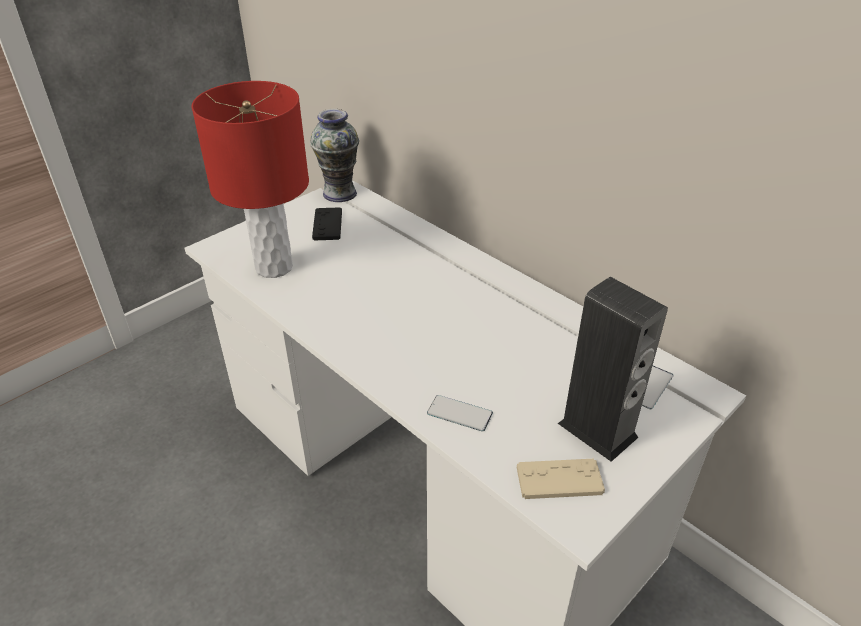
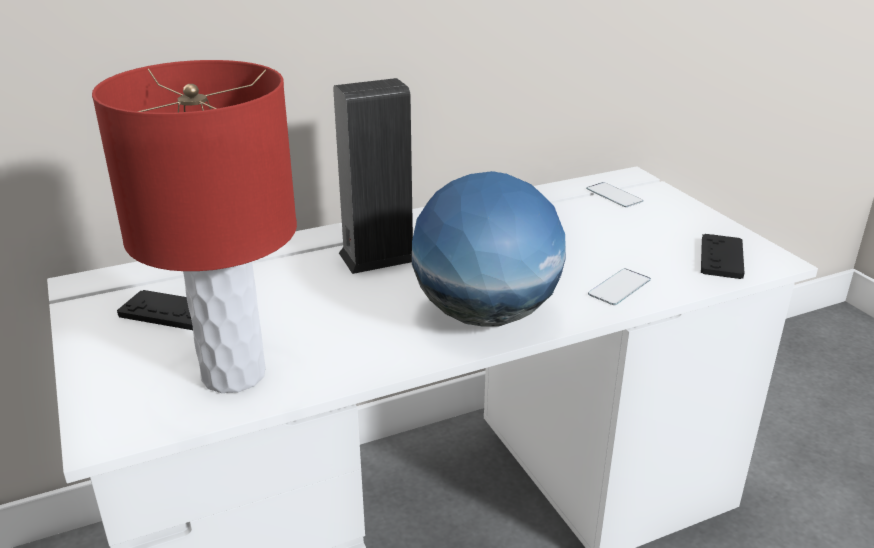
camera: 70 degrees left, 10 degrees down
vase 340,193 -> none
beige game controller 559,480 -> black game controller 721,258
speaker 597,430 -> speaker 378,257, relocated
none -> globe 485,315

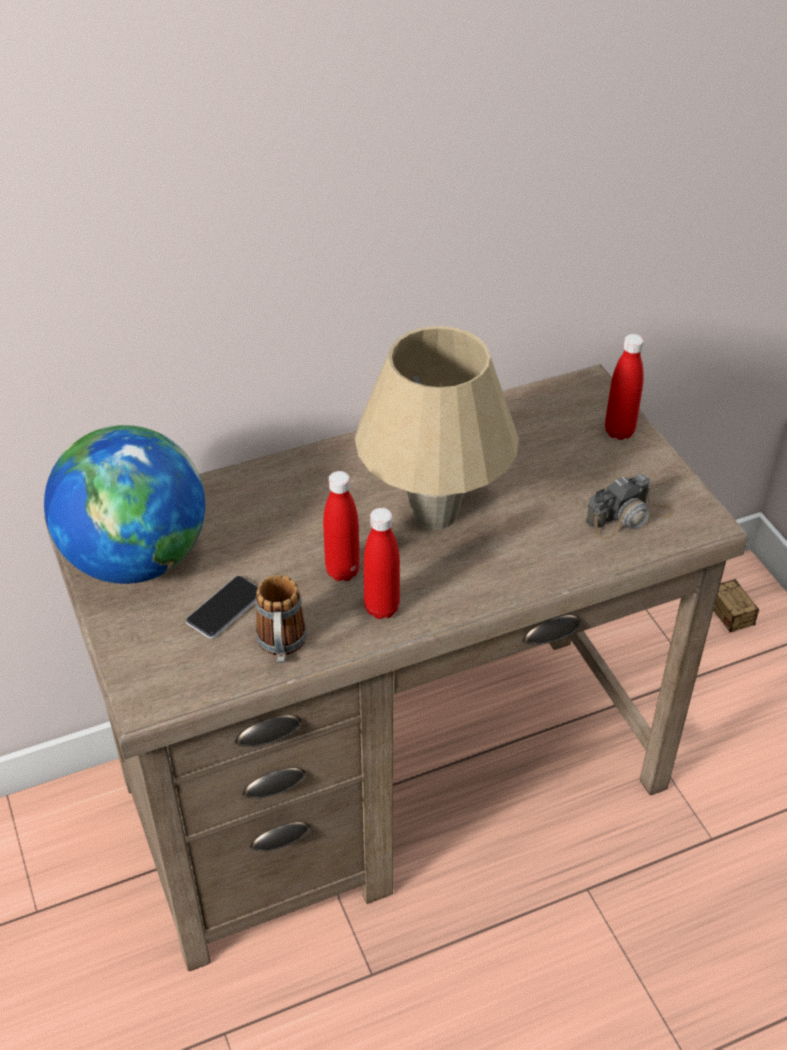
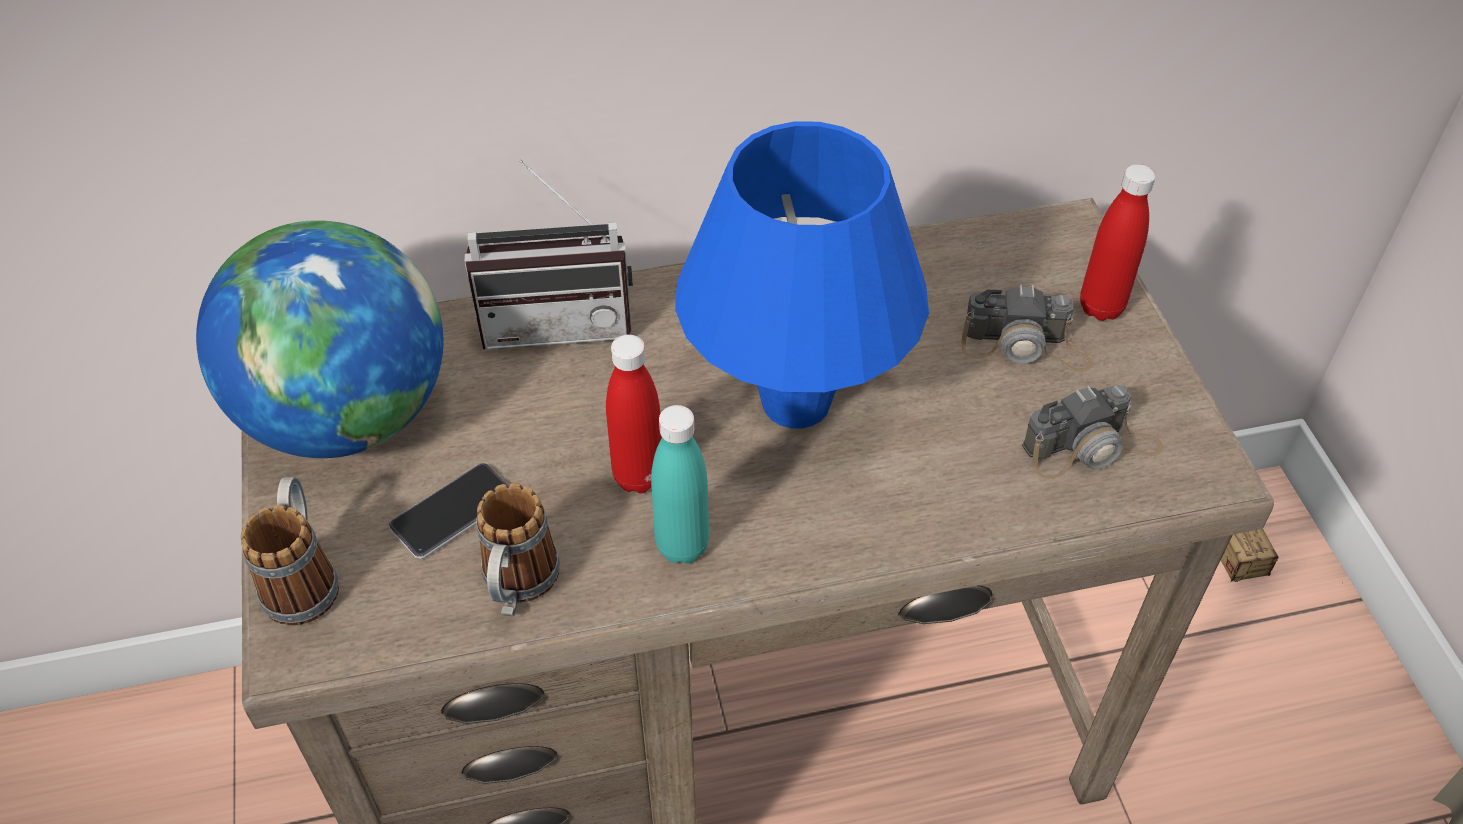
camera: 10 degrees right, 5 degrees up
beige table lamp 435,513 -> blue table lamp 796,402
red bottle 382,608 -> turquoise bottle 682,546
none -> mug 304,578
none -> radio 558,321
none -> photo camera 1025,346

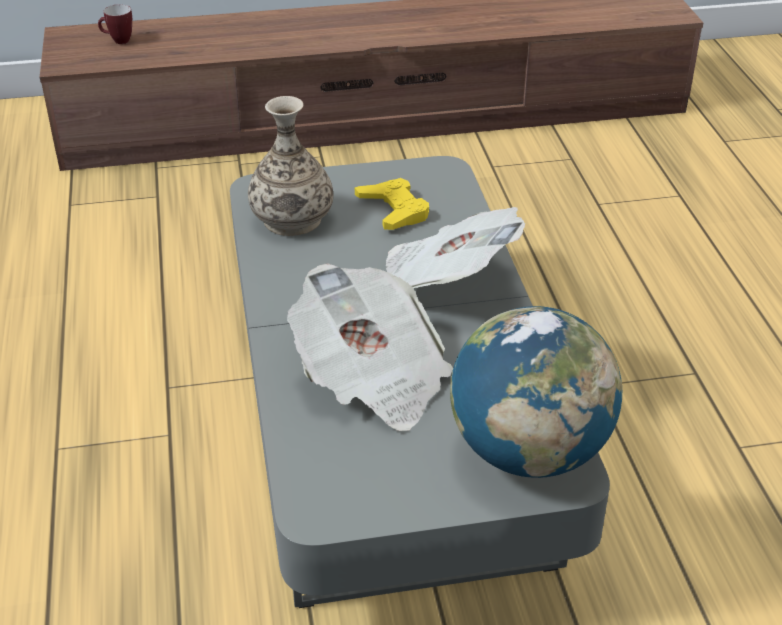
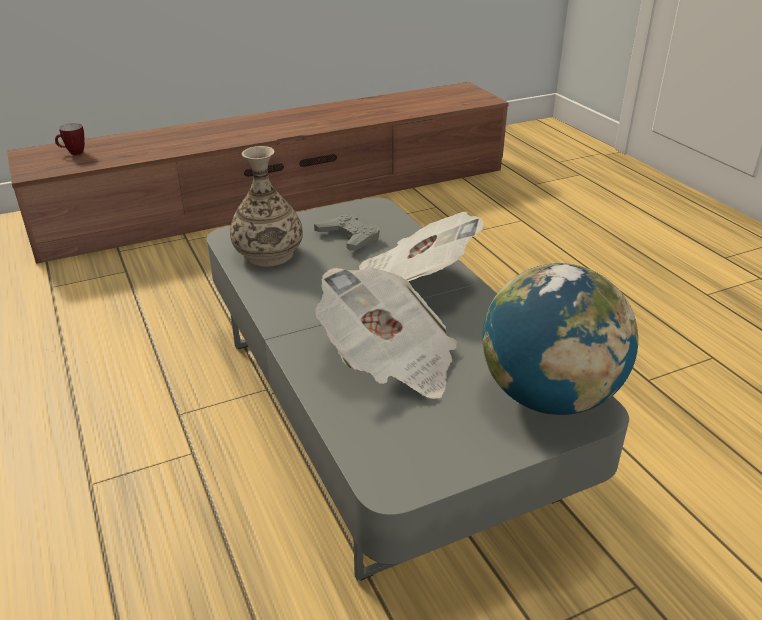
camera: 15 degrees left, 5 degrees down
yellow game controller 394,210 -> grey game controller 349,237

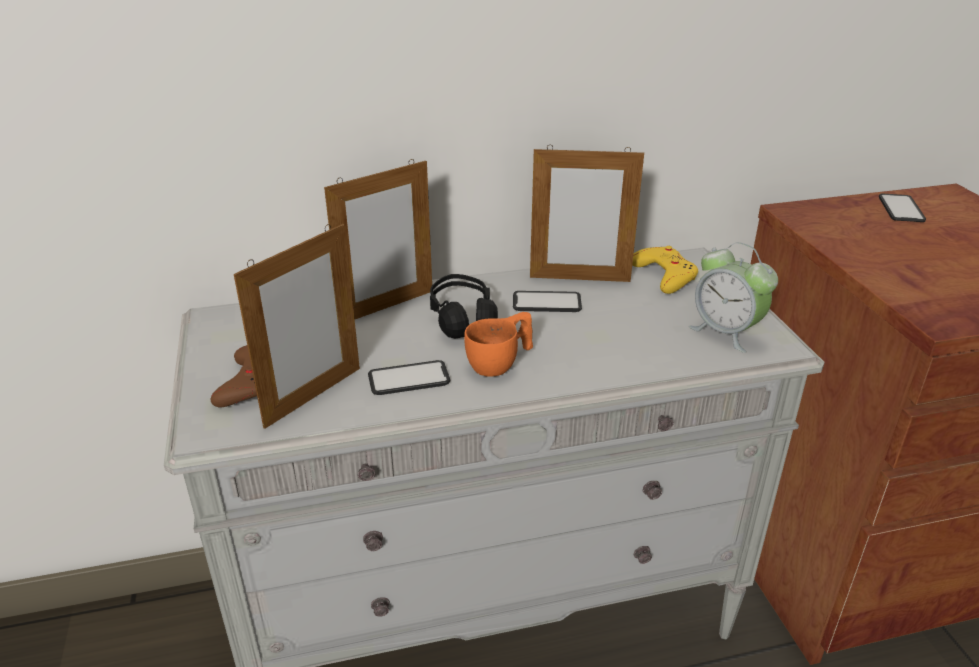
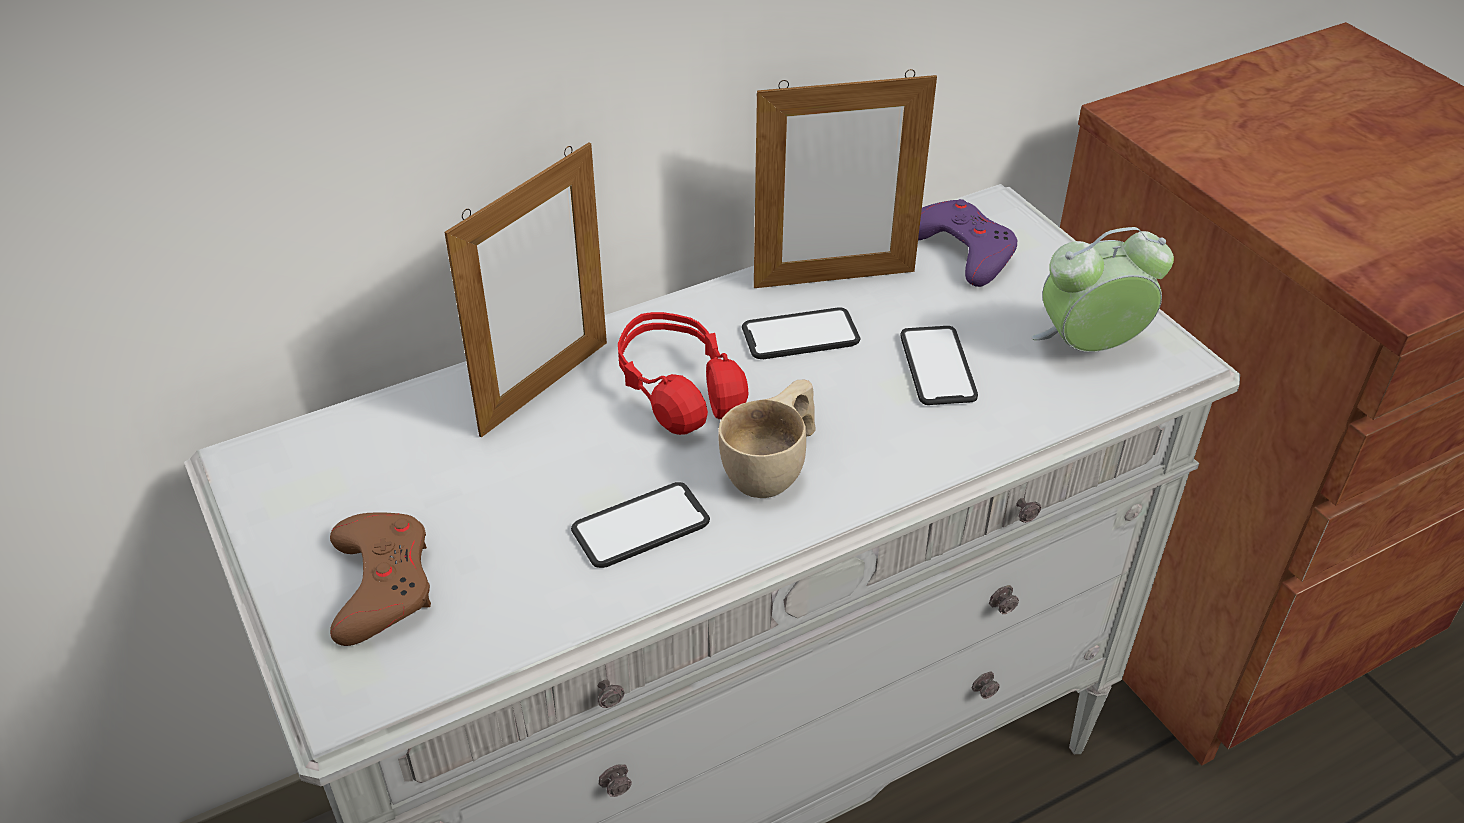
camera: 15 degrees left, 10 degrees up
picture frame 313,396 -> none
black headphones 462,318 -> red headphones 678,389
orange cup 501,363 -> beige cup 774,467
yellow game controller 664,275 -> purple game controller 961,250
alarm clock 726,332 -> alarm clock 1089,347, 135 degrees clockwise
phone 901,209 -> phone 937,367, relocated

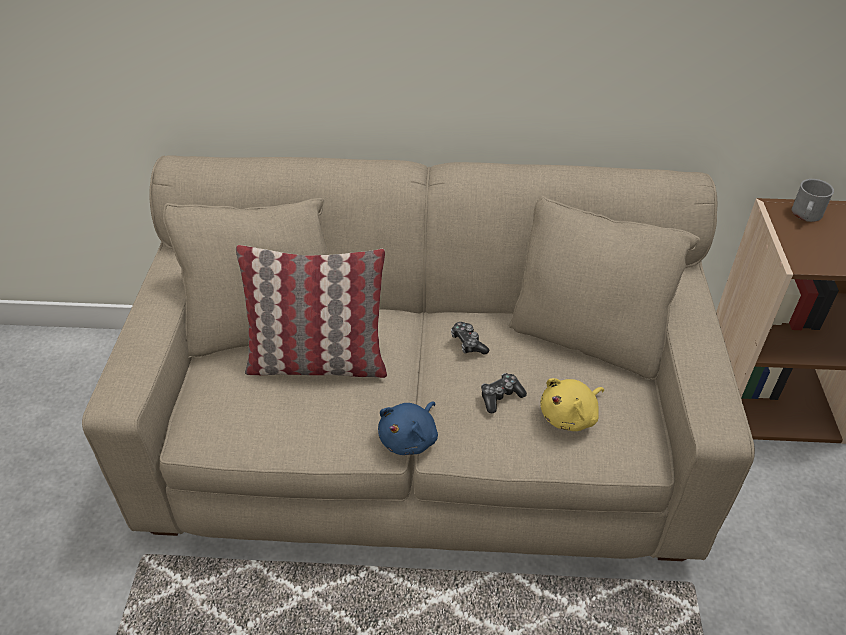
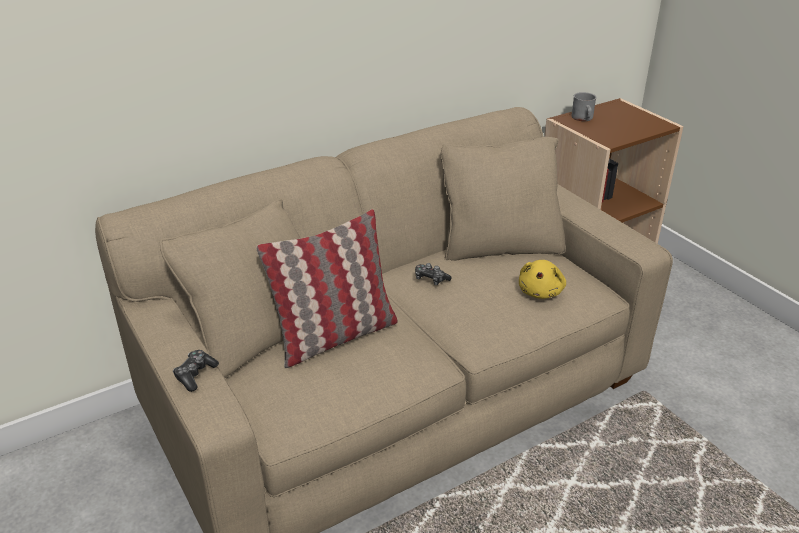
camera: 35 degrees left, 10 degrees down
blue plush toy 410,438 -> none
game controller 500,397 -> game controller 195,375, relocated

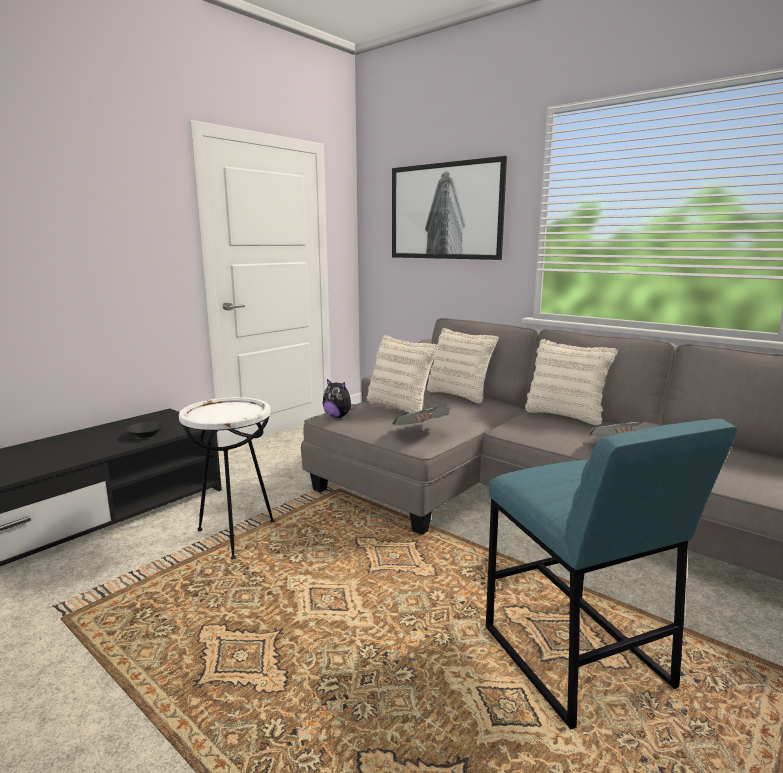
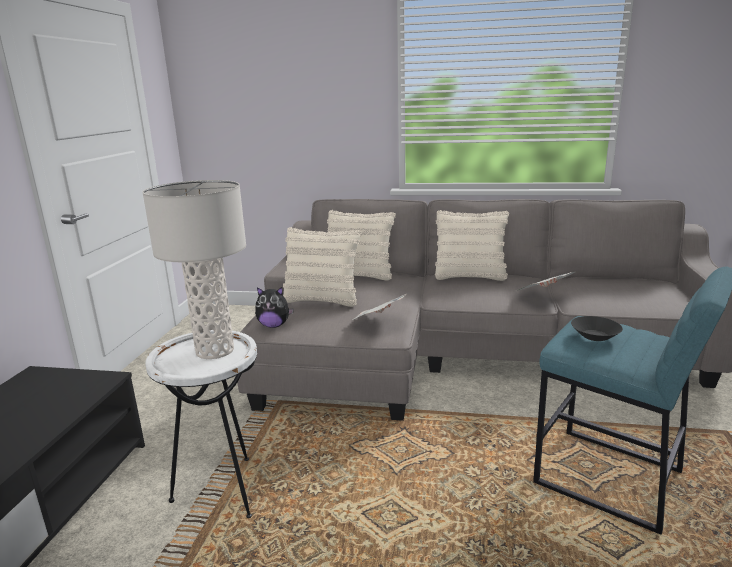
camera: 30 degrees left, 5 degrees up
black bowl 146,435 -> black bowl 594,336, relocated
picture 445,211 -> none
none -> white table lamp 215,350

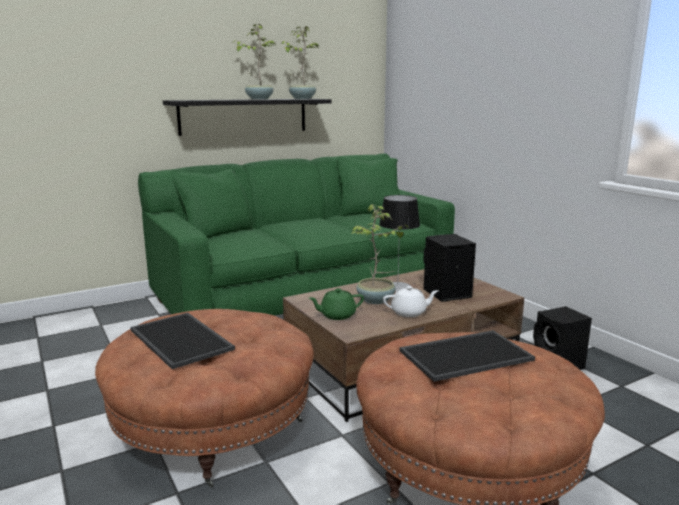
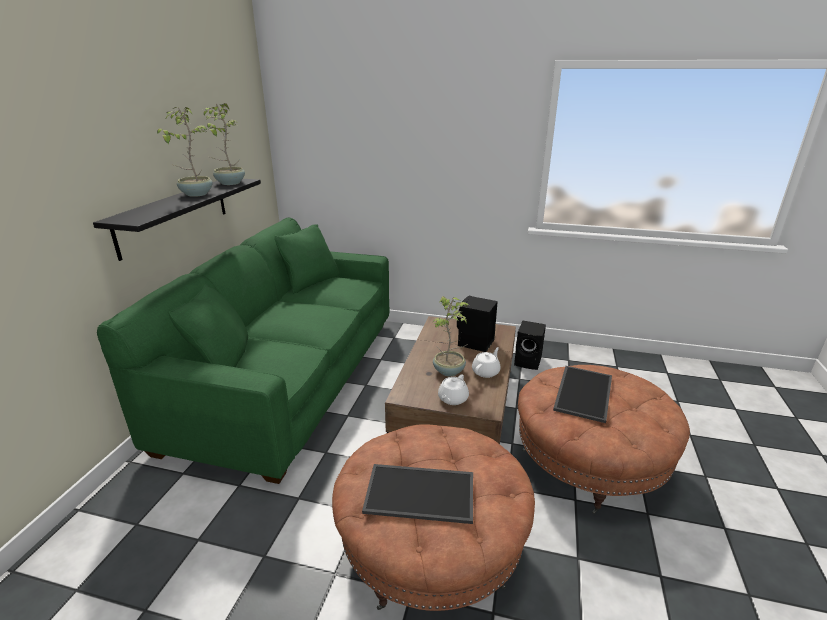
camera: 45 degrees left, 10 degrees up
green teapot 337,315 -> white teapot 452,399
table lamp 397,286 -> none

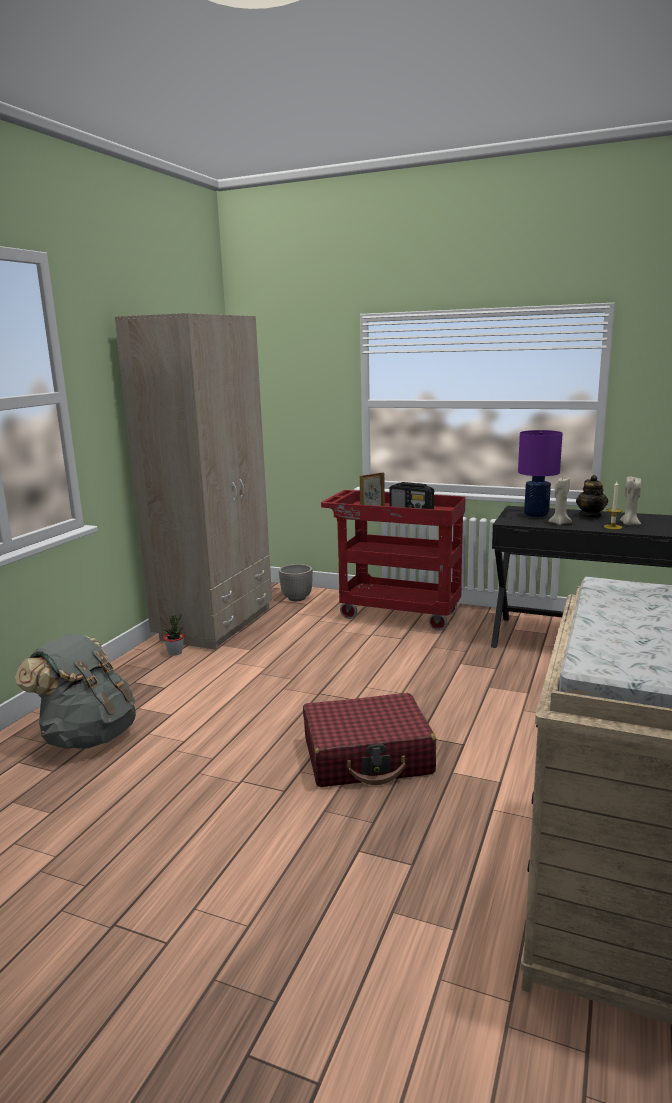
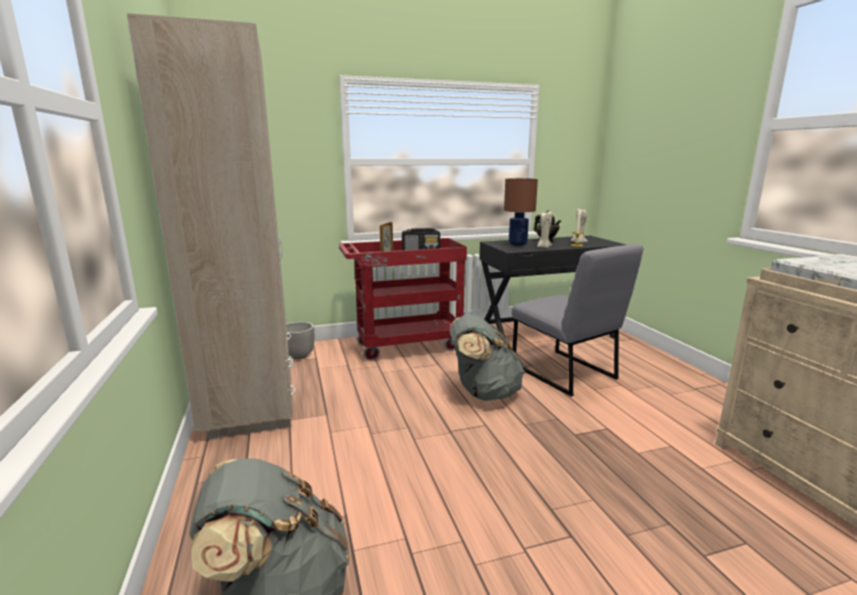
camera: 40 degrees left, 0 degrees up
potted plant 175,653 -> none
red suitcase 368,756 -> none
purple table lamp 536,516 -> brown table lamp 517,245
none -> grey backpack 483,392
none -> grey chair 565,373

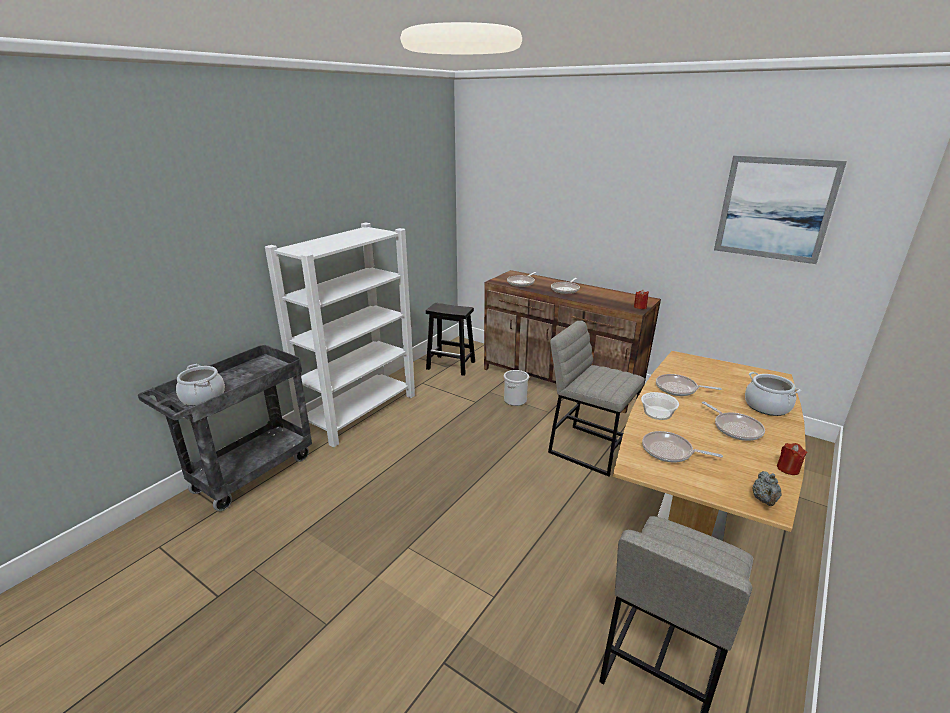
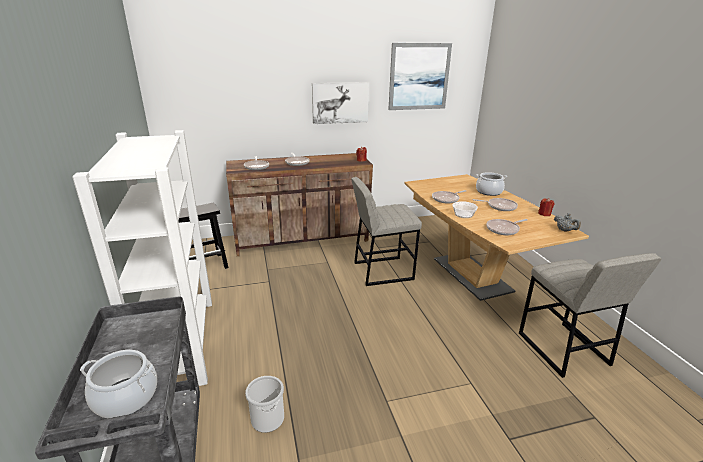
camera: 50 degrees left, 0 degrees up
bucket 515,400 -> bucket 268,419, relocated
none -> picture 340,102

